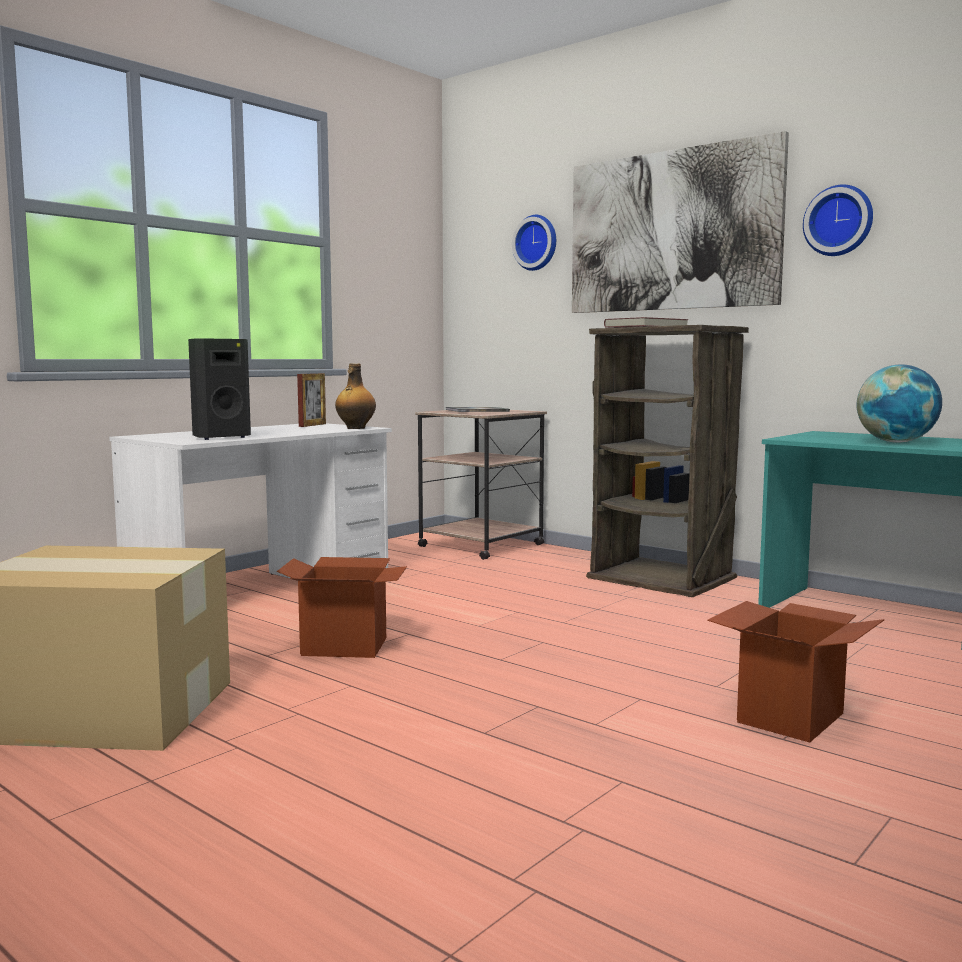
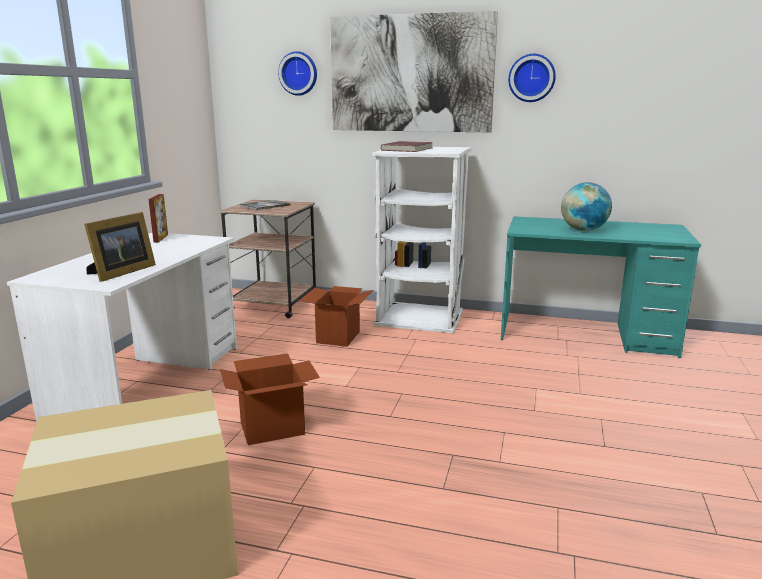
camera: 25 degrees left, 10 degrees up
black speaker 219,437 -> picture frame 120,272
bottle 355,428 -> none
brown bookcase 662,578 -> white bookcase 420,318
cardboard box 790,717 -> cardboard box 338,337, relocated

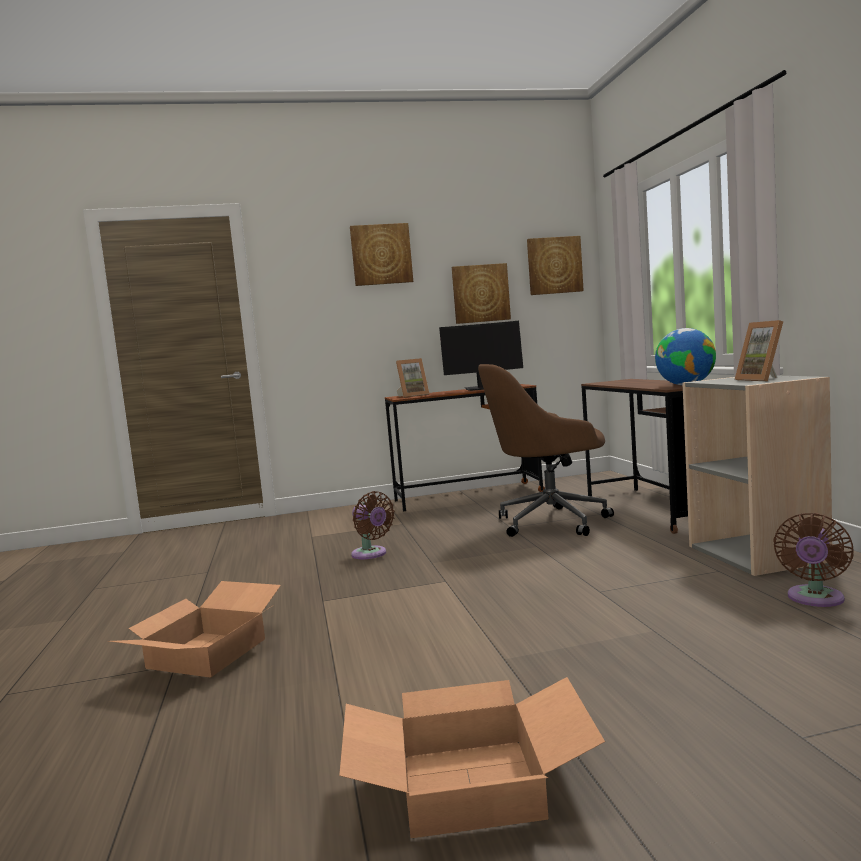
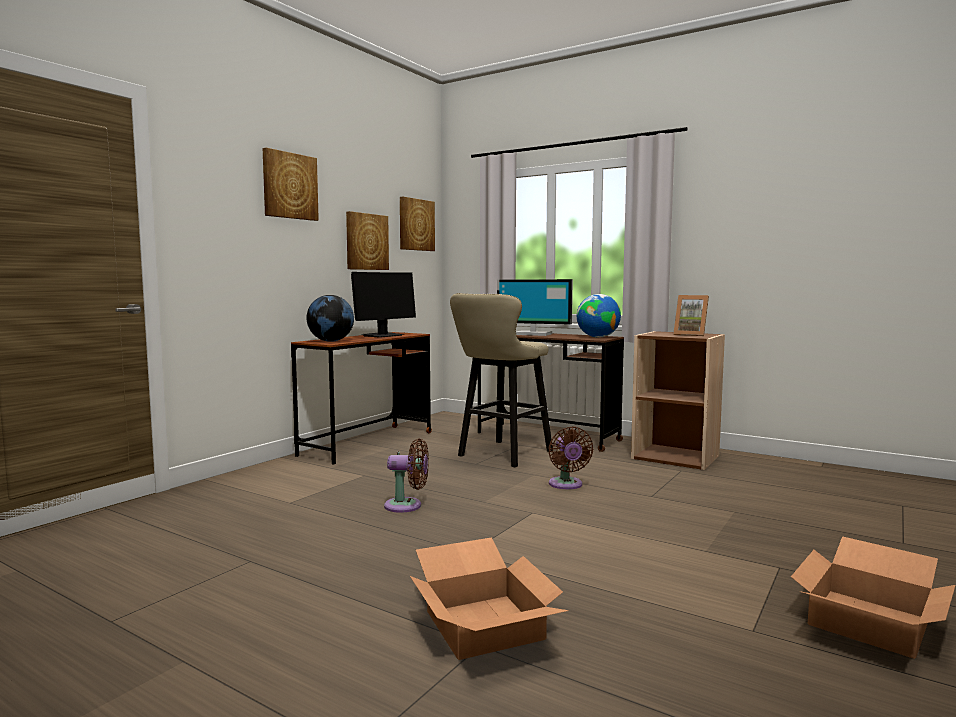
camera: 45 degrees left, 0 degrees up
picture frame 412,396 -> globe 331,341
brown office chair 551,522 -> beige stool 499,456
grey bookcase 759,554 -> brown bookcase 676,457
brown fan 814,599 -> brown fan 566,485, relocated
none -> monitor 533,334

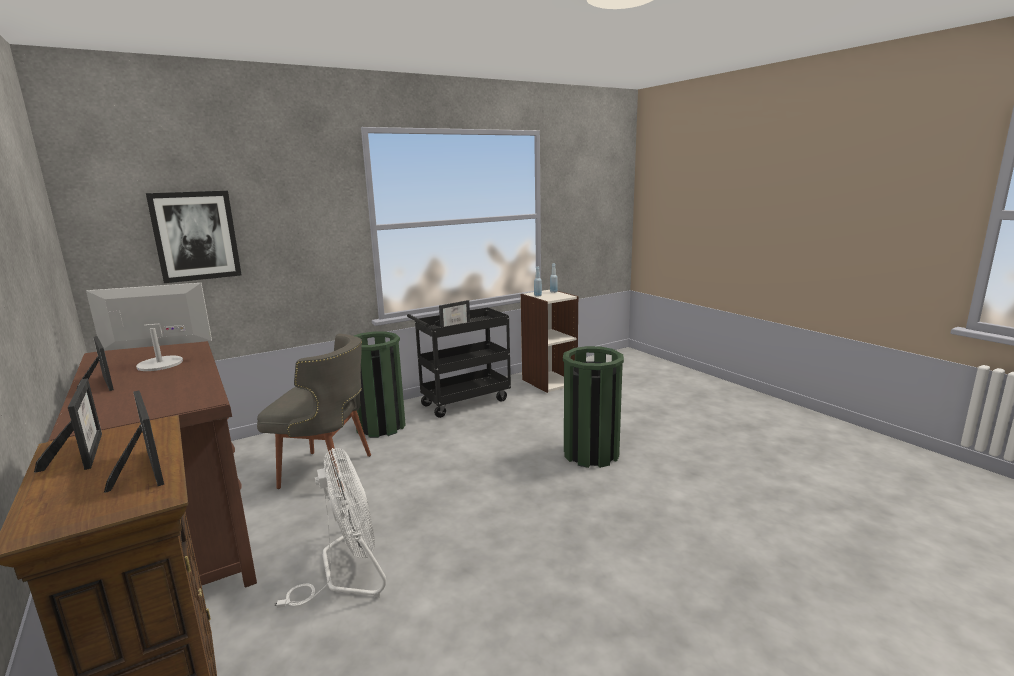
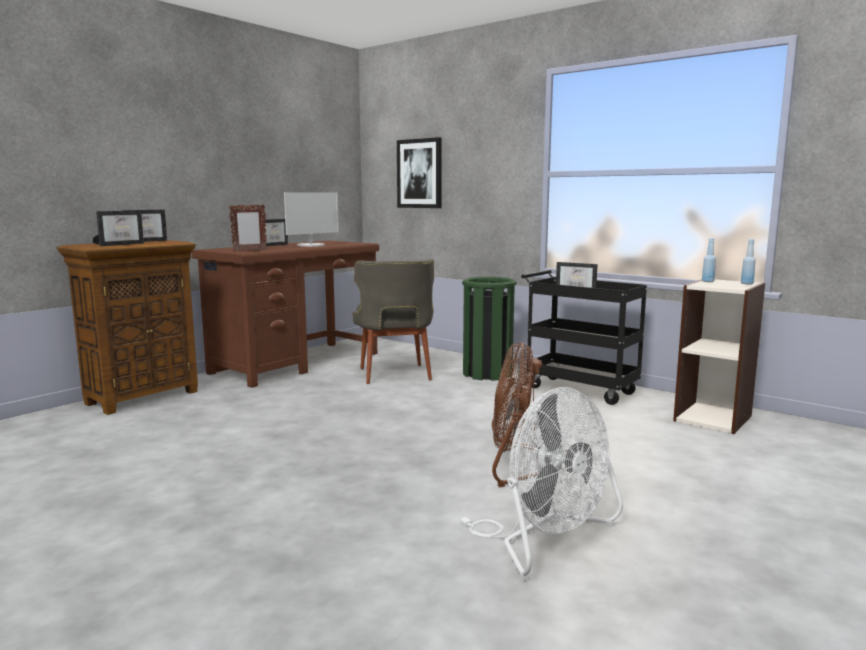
camera: 70 degrees right, 5 degrees down
monitor 160,364 -> monitor 311,245, 75 degrees clockwise
white fan 344,569 -> white fan 542,540, relocated
green trash can 591,454 -> brown fan 522,461
none -> picture frame 249,251

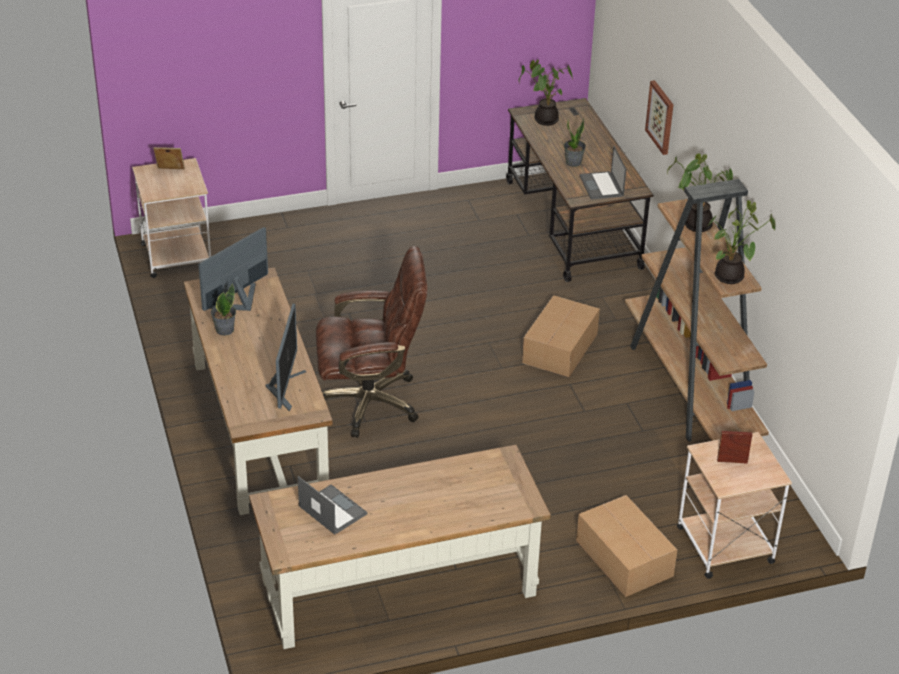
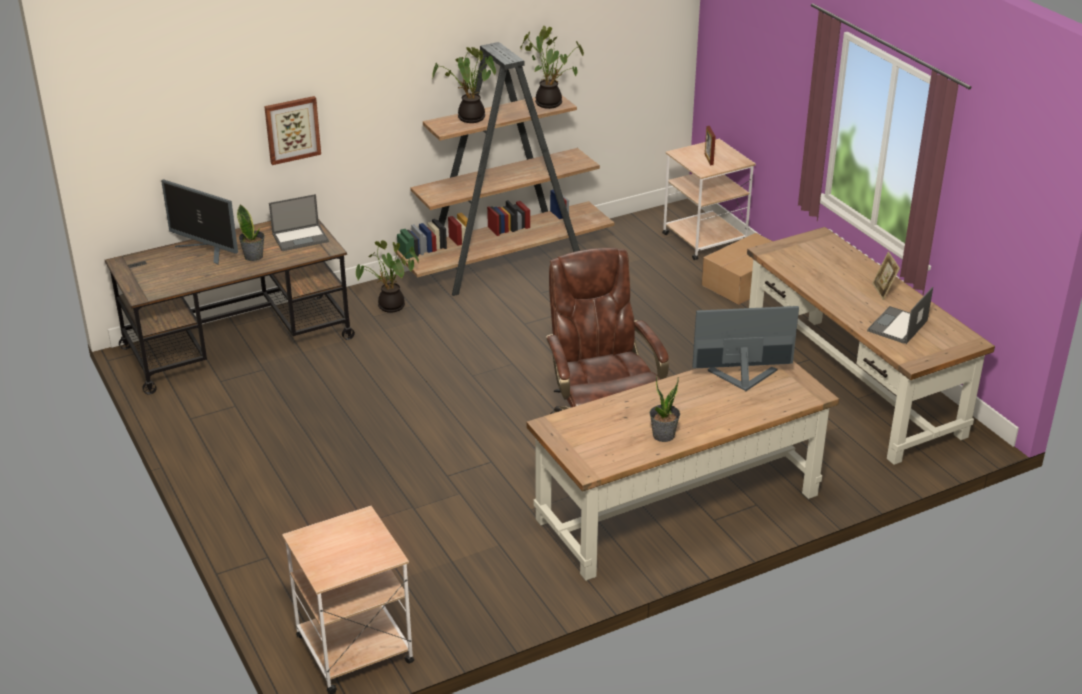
camera: 100 degrees left, 5 degrees down
picture frame 170,171 -> picture frame 883,291, relocated
monitor 238,302 -> monitor 207,251, relocated
potted plant 544,119 -> potted plant 390,307, relocated
cardboard box 561,347 -> none

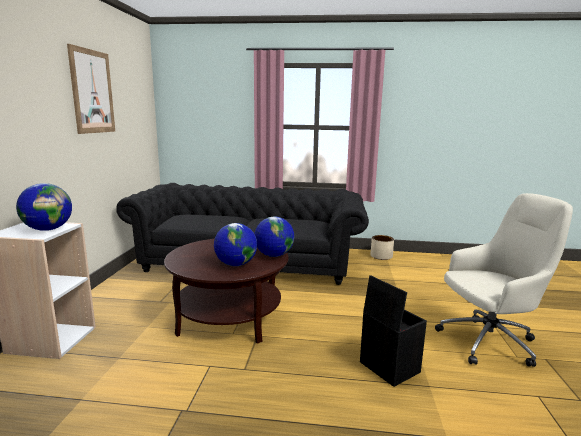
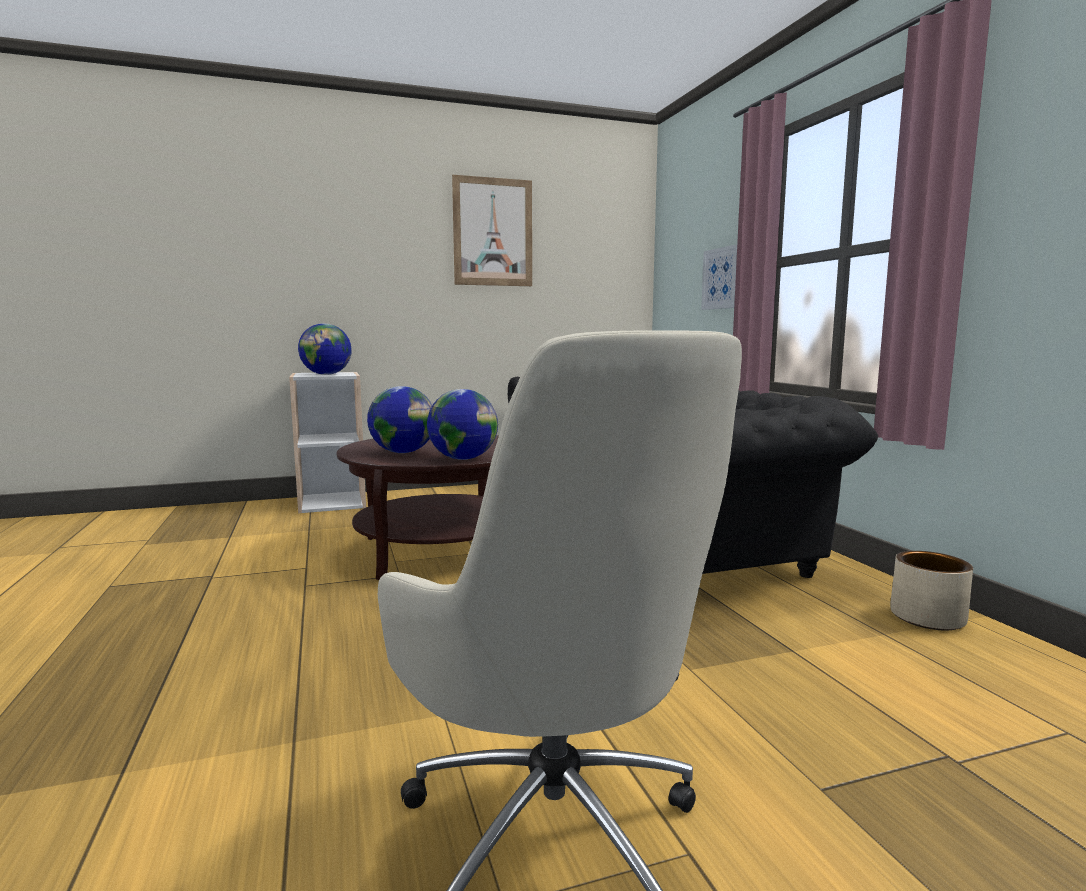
camera: 65 degrees right, 5 degrees down
black storage box 388,367 -> none
none -> picture 722,278

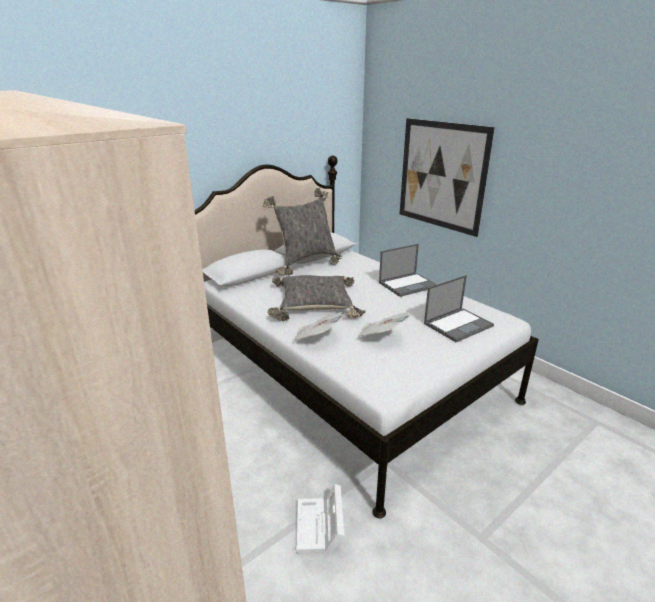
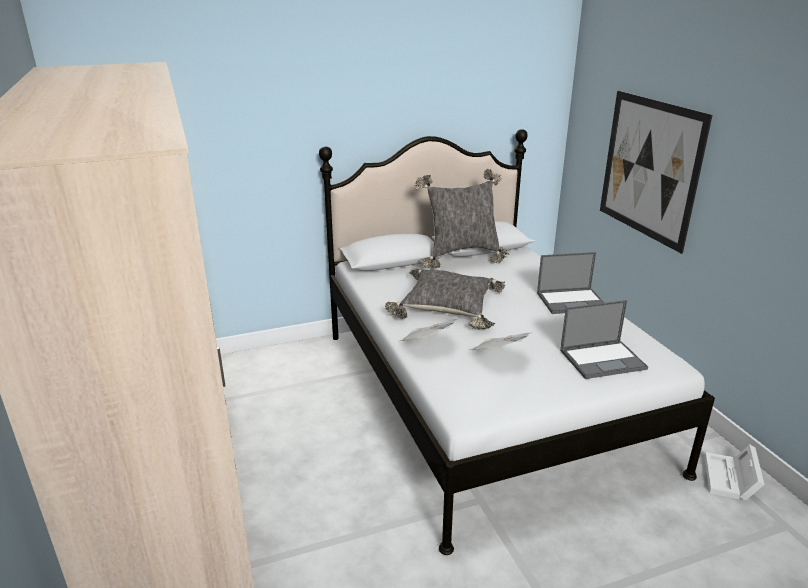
camera: 20 degrees right, 0 degrees up
white storage box 320,528 -> white storage box 730,480, relocated

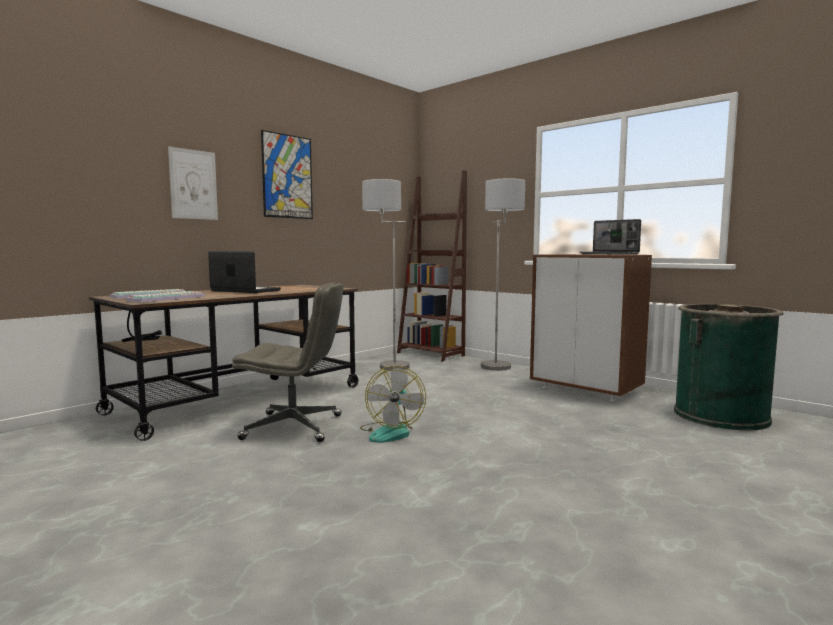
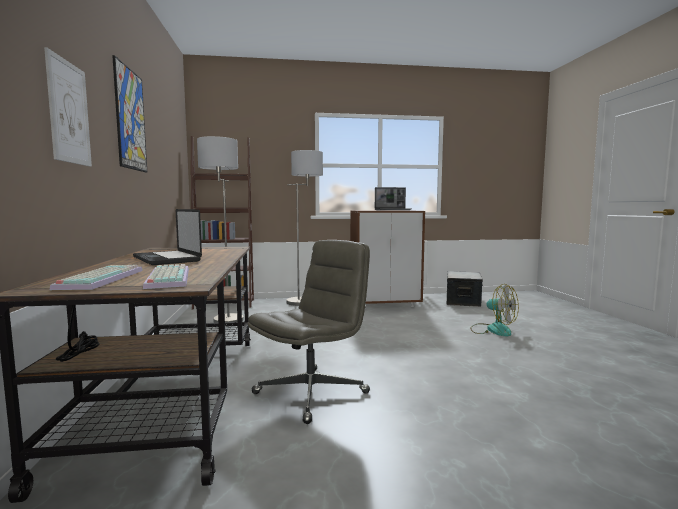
camera: 50 degrees left, 0 degrees up
laptop 245,291 -> laptop 166,259, 105 degrees counterclockwise
fan 391,432 -> fan 493,329, relocated
green trash can 721,415 -> storage box 463,301

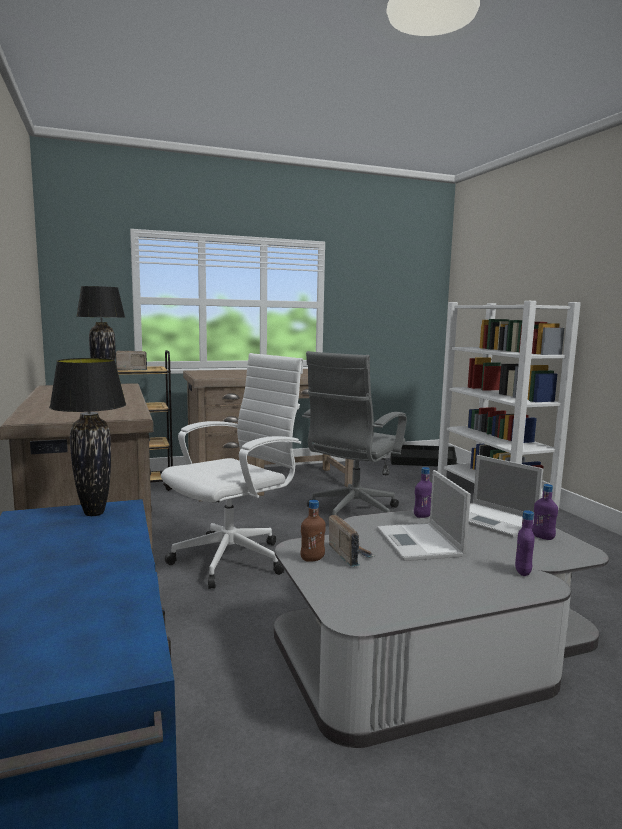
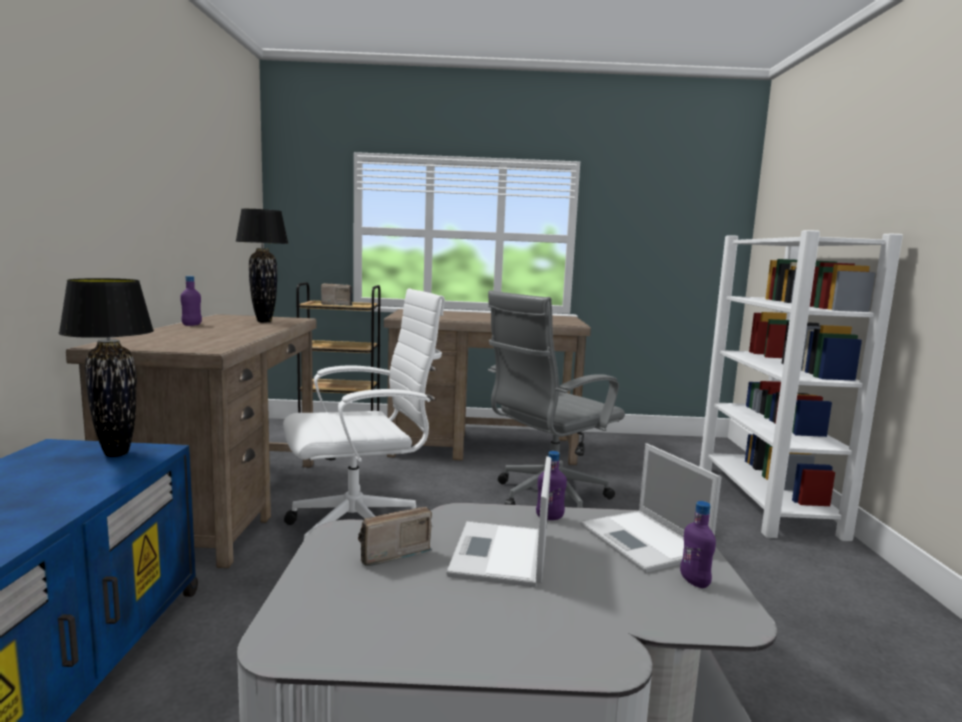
camera: 20 degrees right, 0 degrees up
brown bottle 312,559 -> none
radio 349,554 -> radio 390,553, 120 degrees counterclockwise
black storage box 422,463 -> none
purple bottle 522,572 -> purple bottle 192,325, relocated

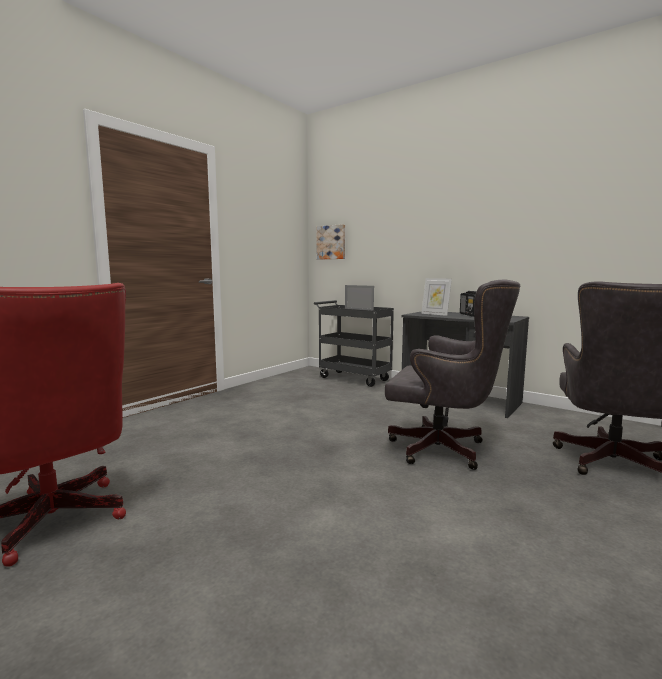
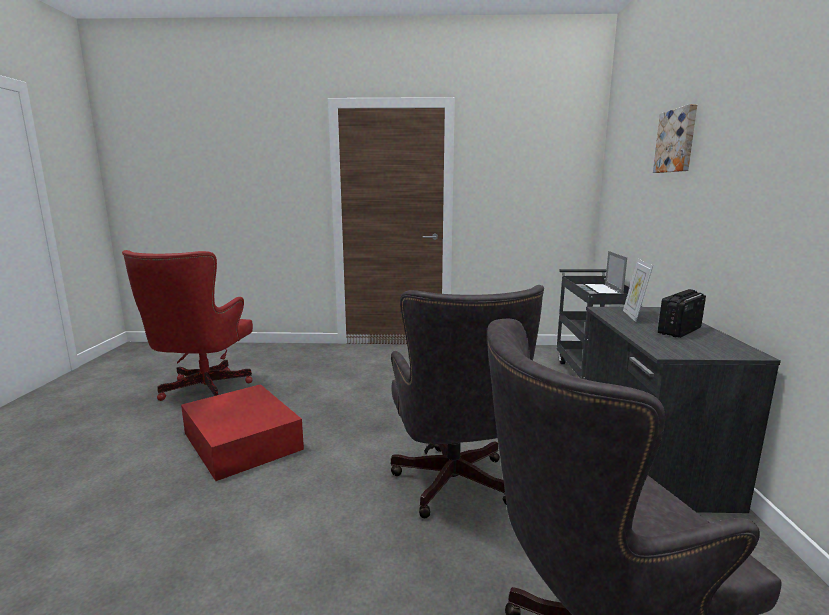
camera: 55 degrees right, 5 degrees up
picture 331,242 -> picture 677,141, relocated
none -> red storage box 242,440

